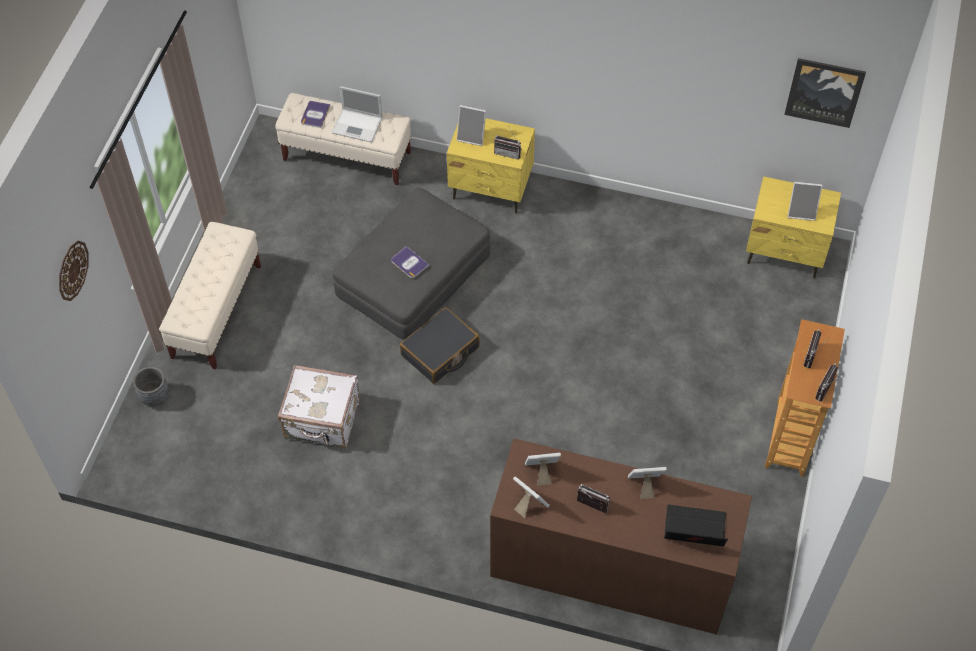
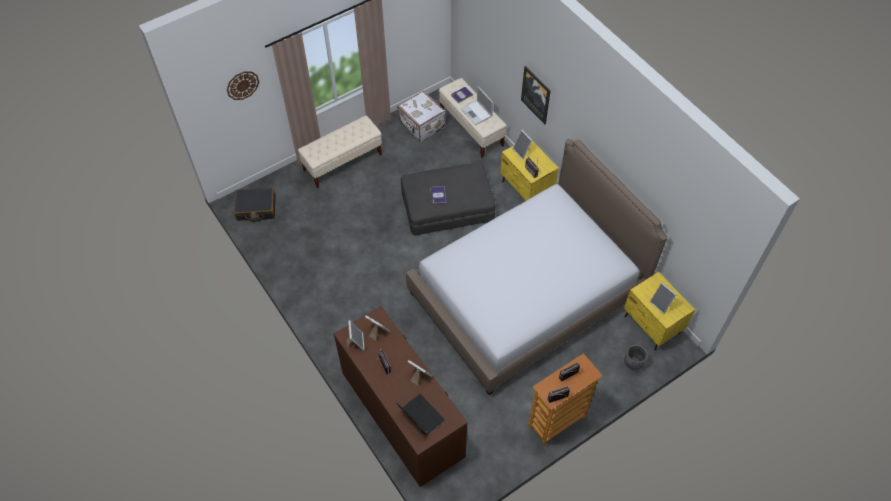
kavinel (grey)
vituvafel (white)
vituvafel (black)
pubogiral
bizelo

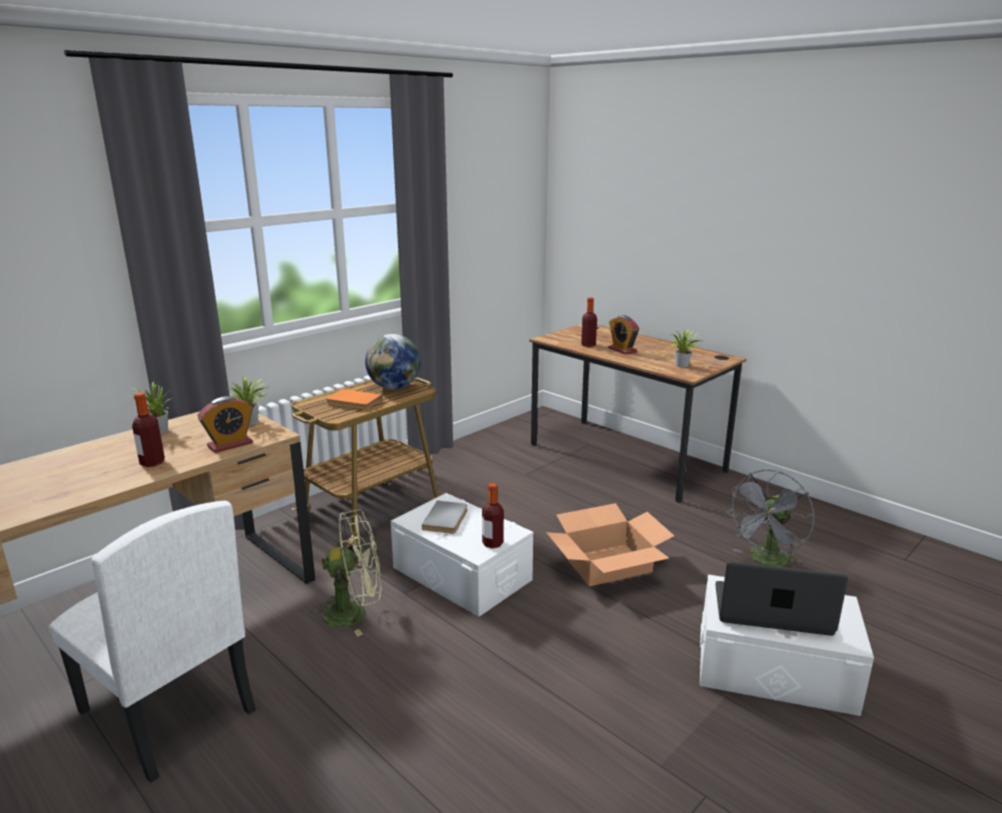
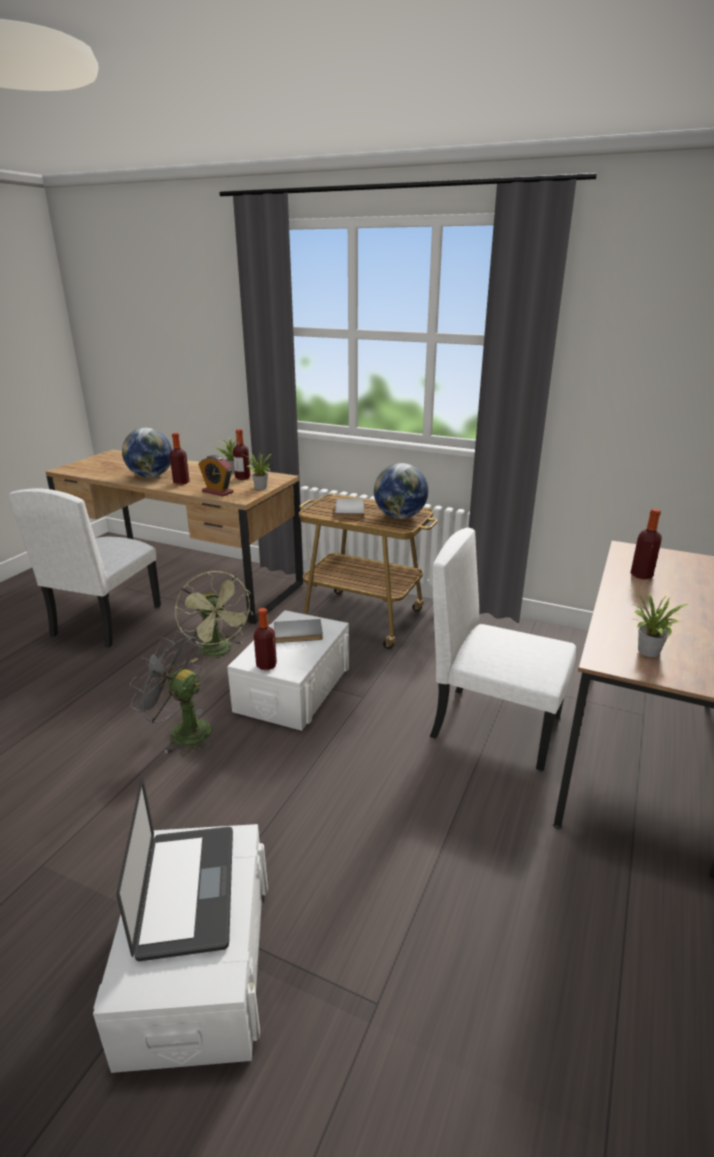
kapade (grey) (no. 2 from left)
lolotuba
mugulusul (no. 2 from left in the first image)
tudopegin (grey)
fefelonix (no. 1 from left)
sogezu (no. 2 from left)
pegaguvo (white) (no. 2 from left)

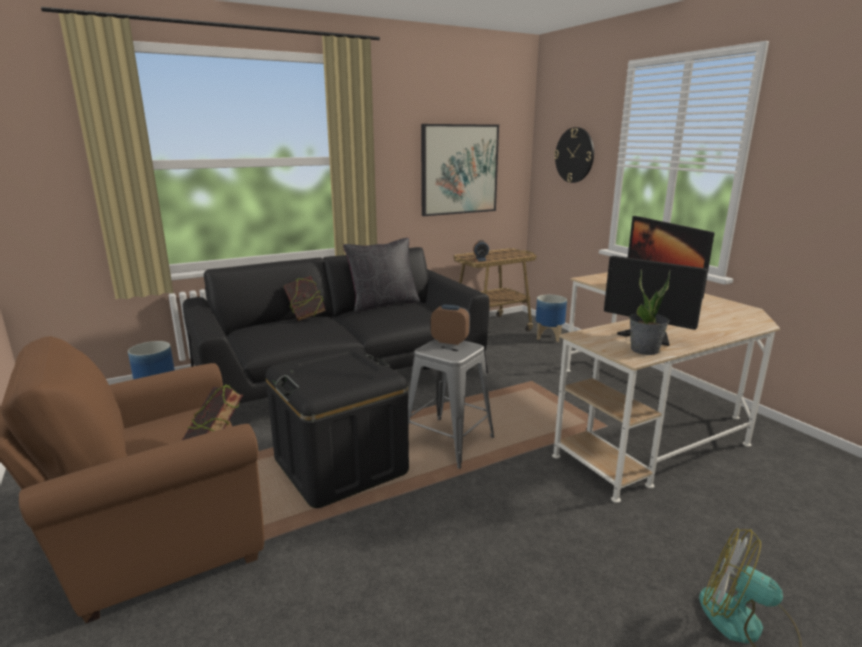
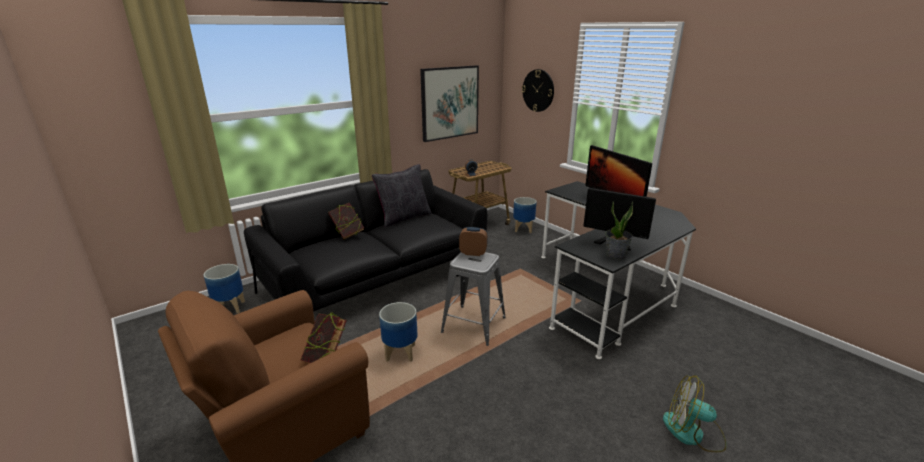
kavinel (no. 2 from left)
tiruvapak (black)

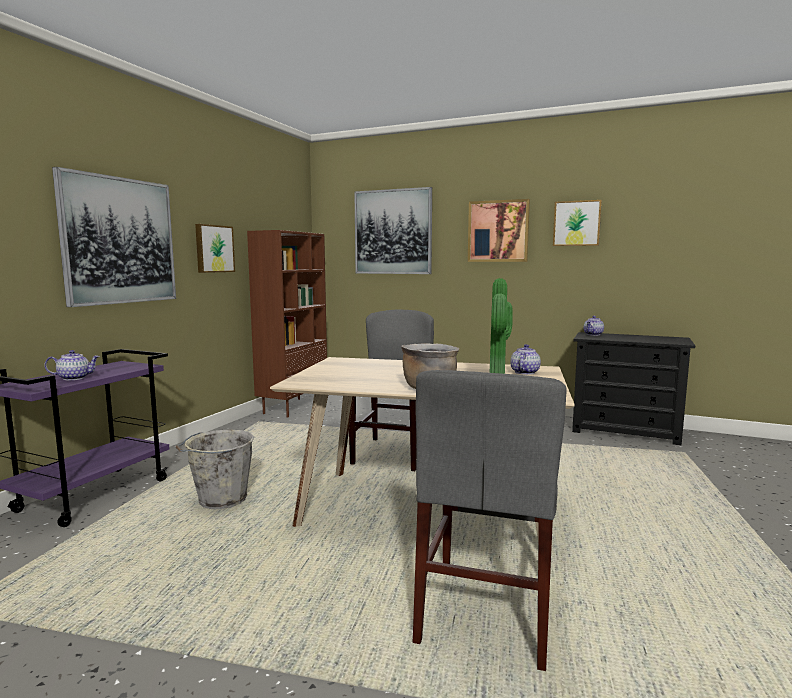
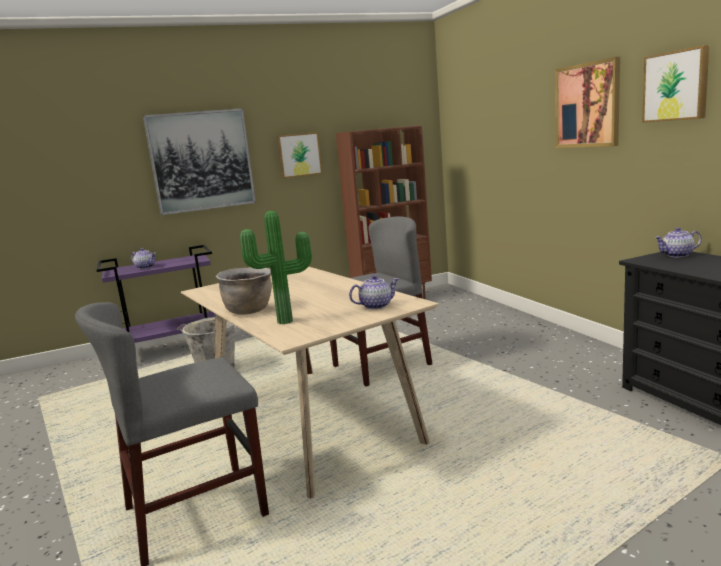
pubogiral (no. 3 from left in the first image)

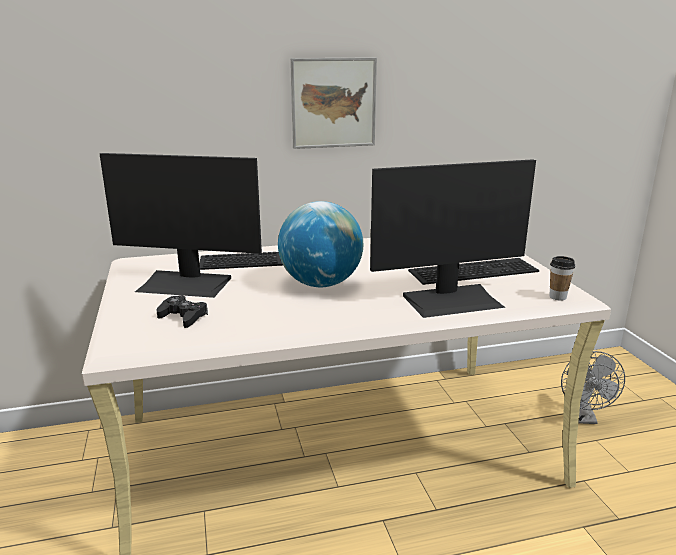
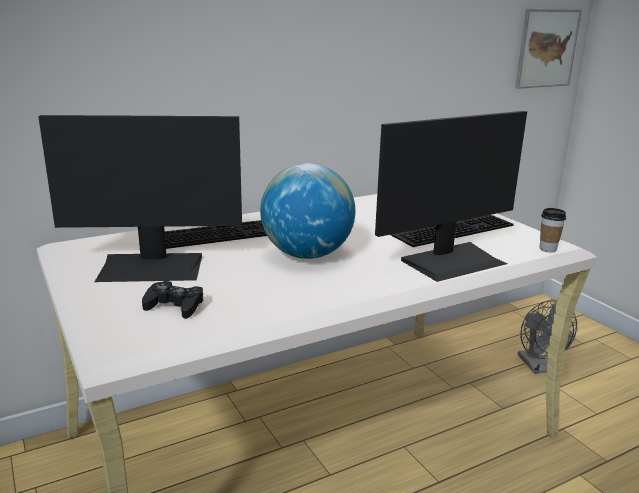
pubogiral

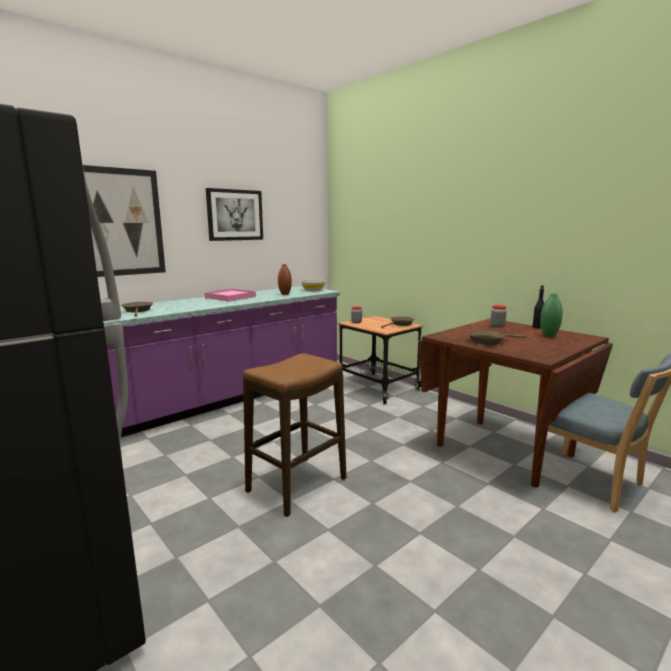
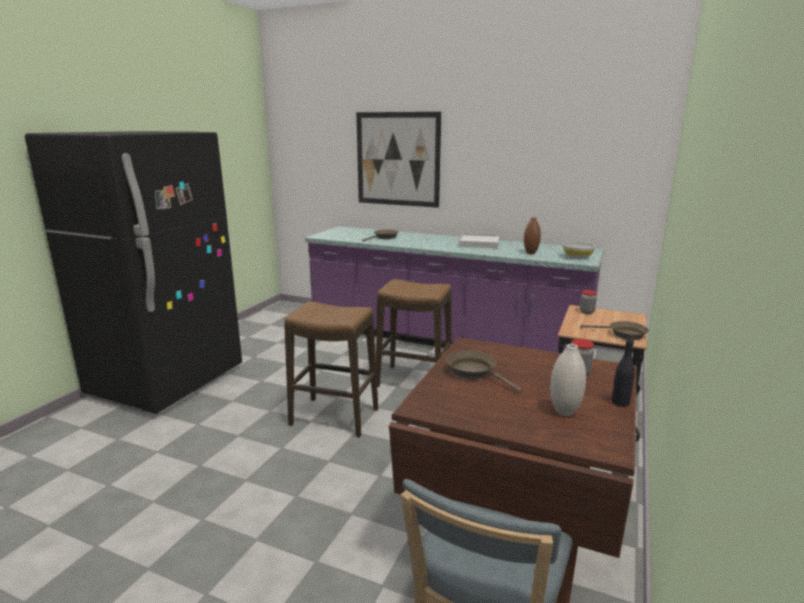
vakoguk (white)
pubogiral (no. 2 from left in the first image)
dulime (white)
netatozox (no. 2 from left)

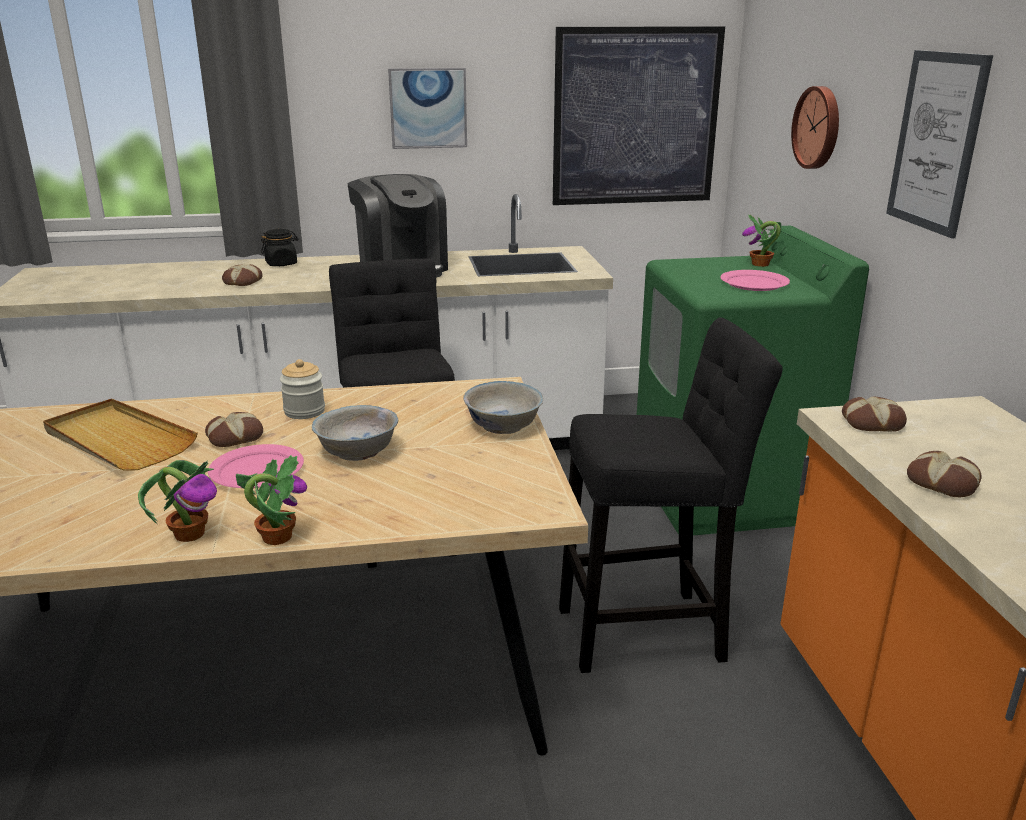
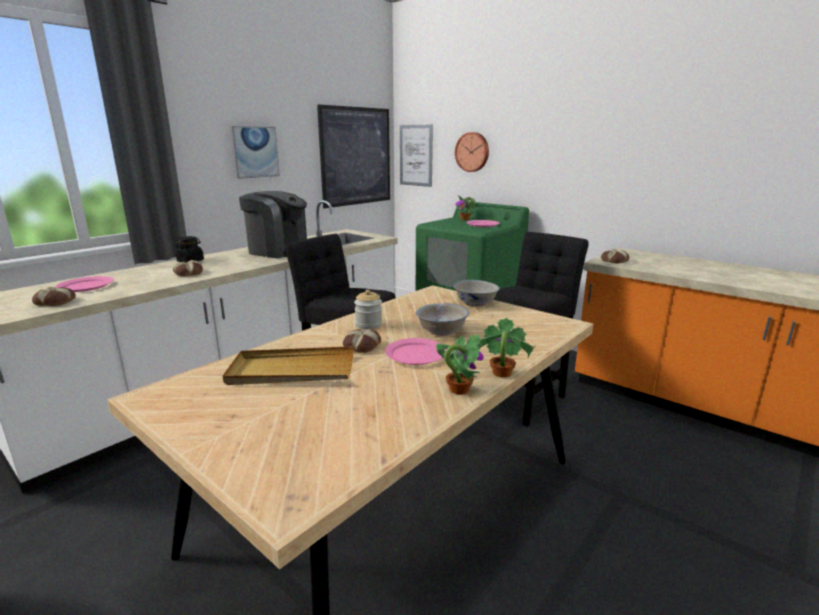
pubogiral (no. 3 from left)
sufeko (no. 1 from left)
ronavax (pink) (no. 1 from left)

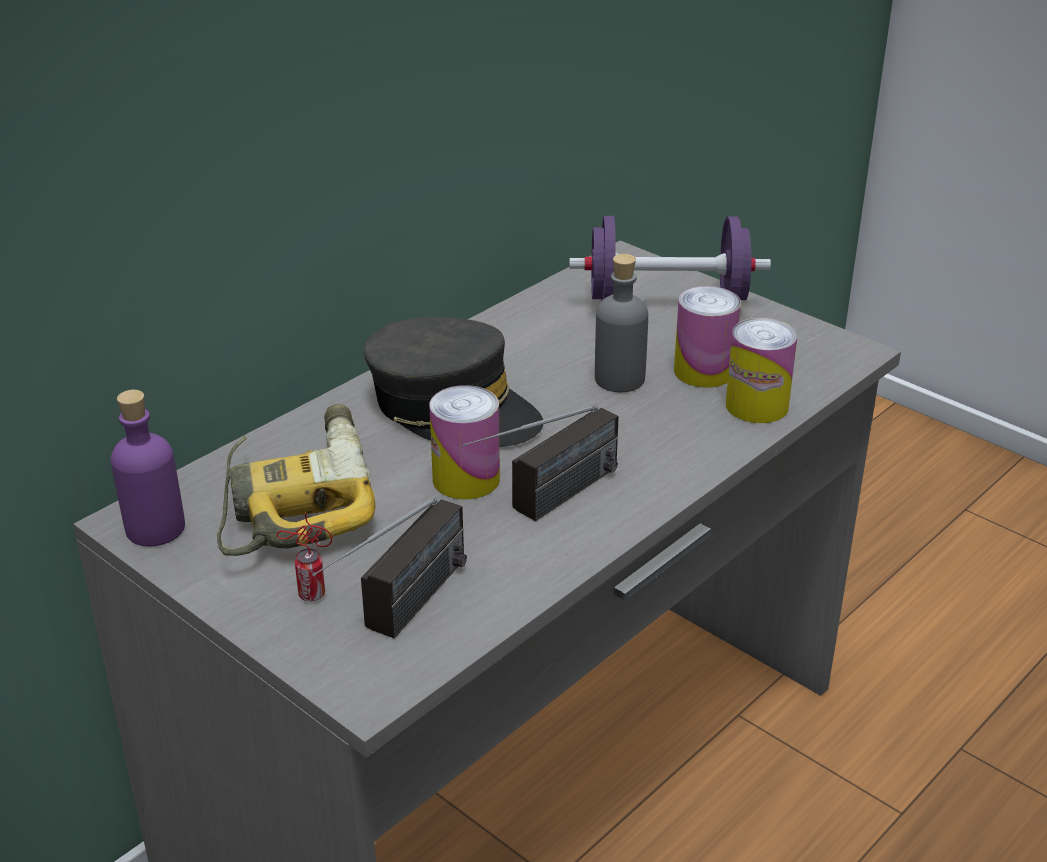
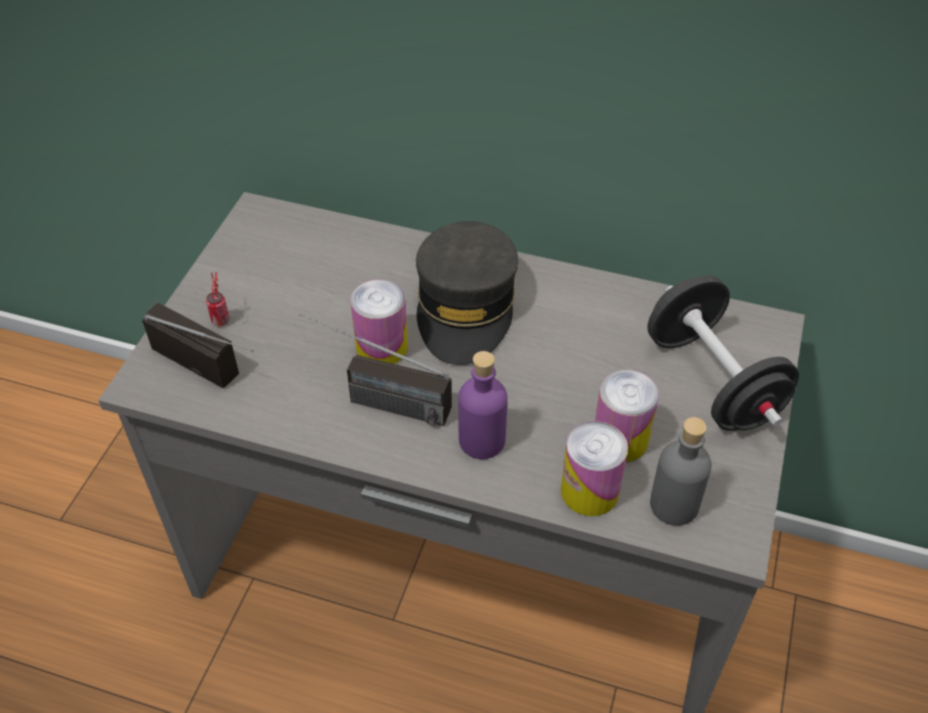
sogezu (purple)
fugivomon
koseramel (no. 1 from left)
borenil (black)
sogezu (grey)

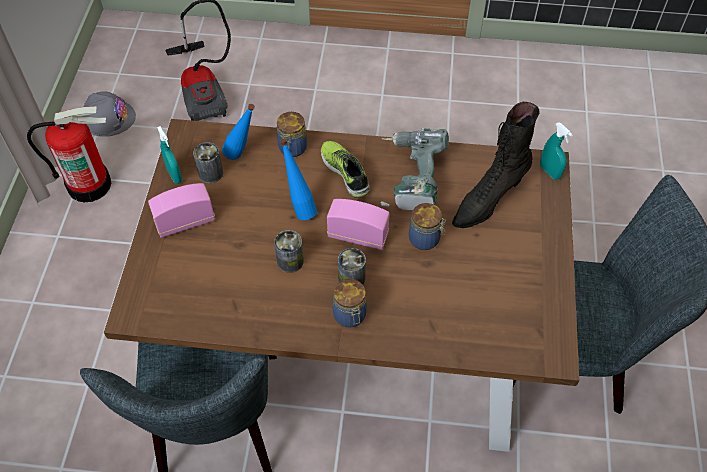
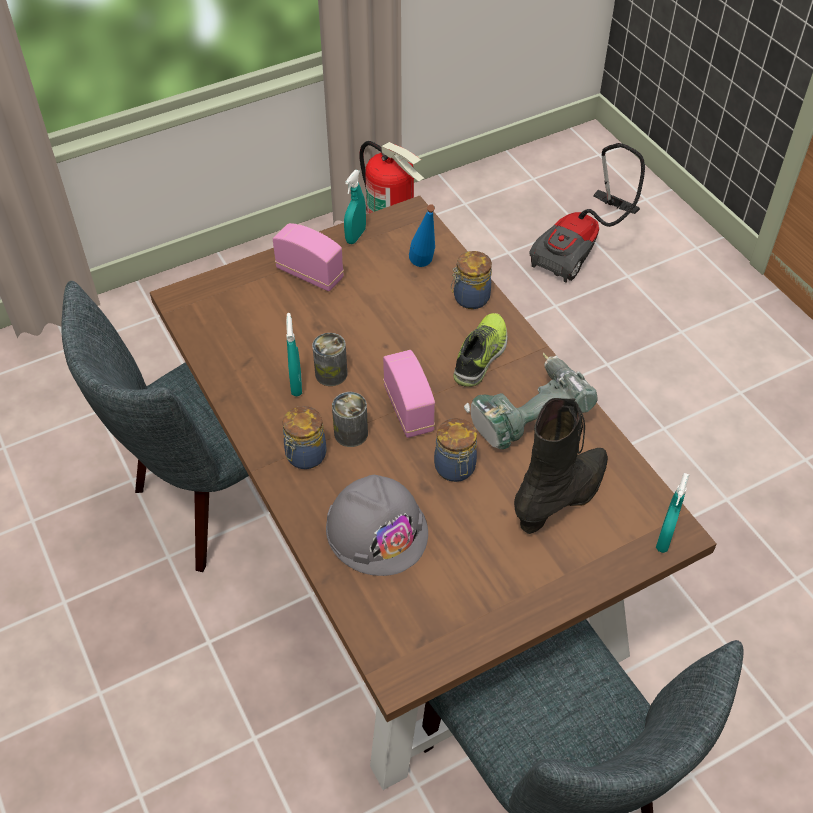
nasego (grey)
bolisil (no. 1 from left in the first image)
sogezu (blue) (no. 2 from left in the first image)
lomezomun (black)
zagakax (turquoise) (no. 1 from left)

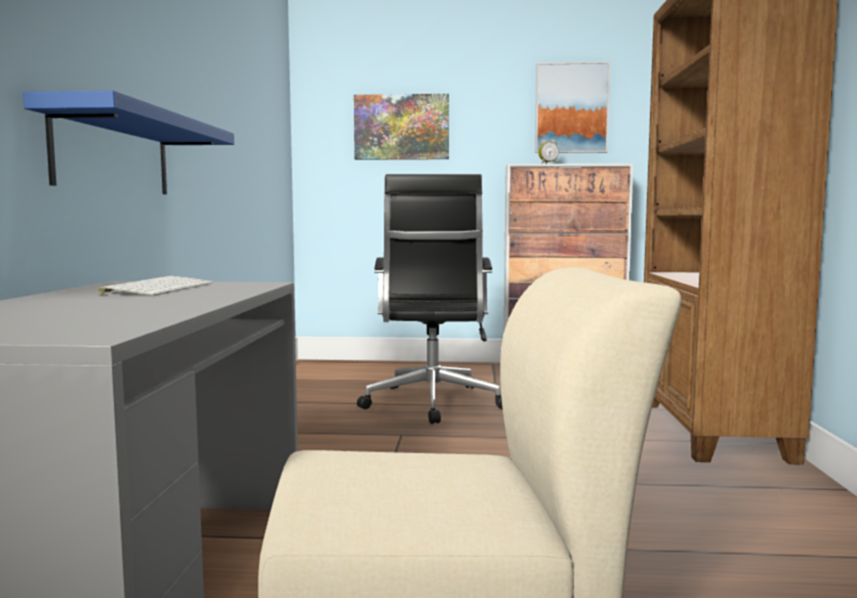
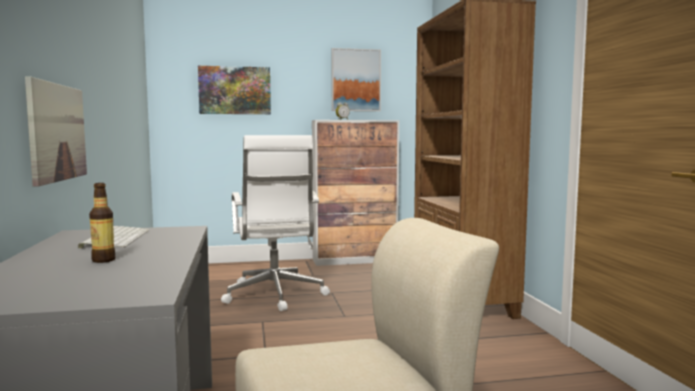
pubogiral (no. 1 from left)
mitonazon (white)
sogezu

